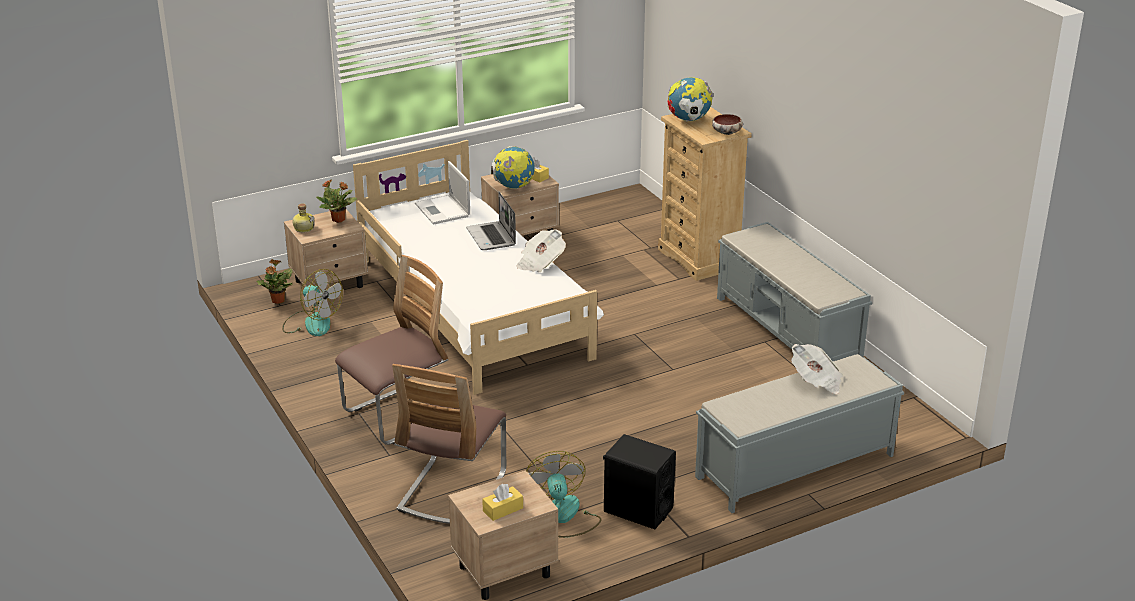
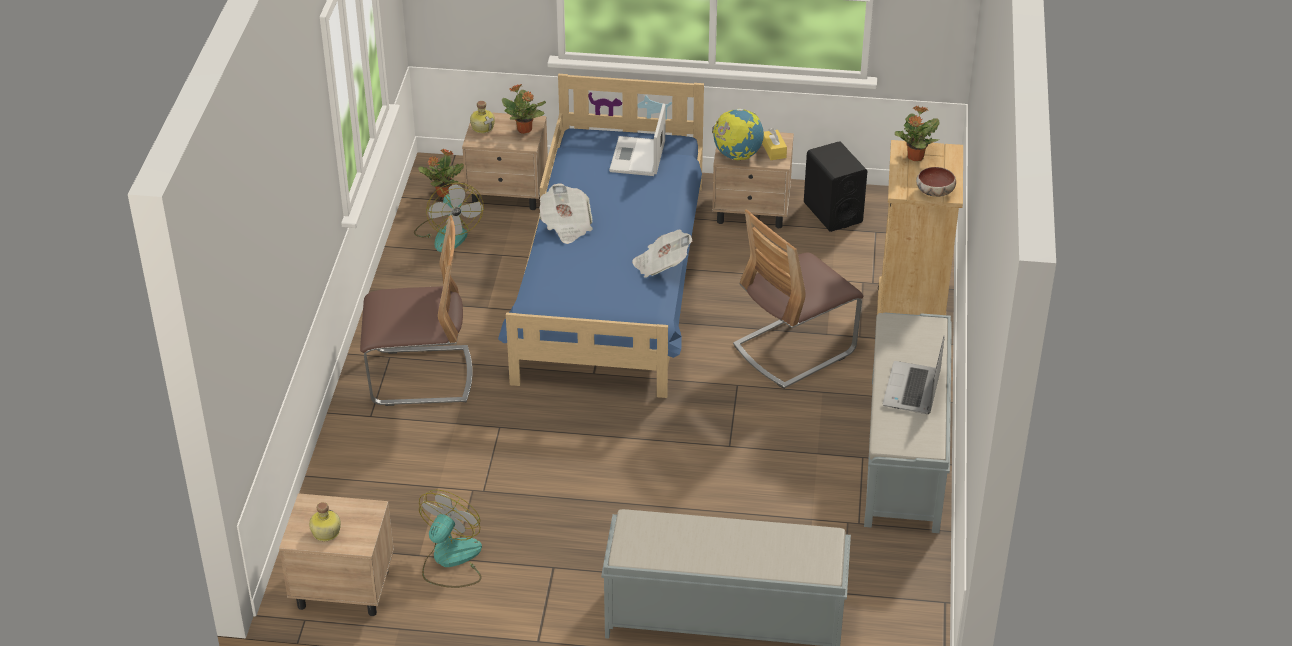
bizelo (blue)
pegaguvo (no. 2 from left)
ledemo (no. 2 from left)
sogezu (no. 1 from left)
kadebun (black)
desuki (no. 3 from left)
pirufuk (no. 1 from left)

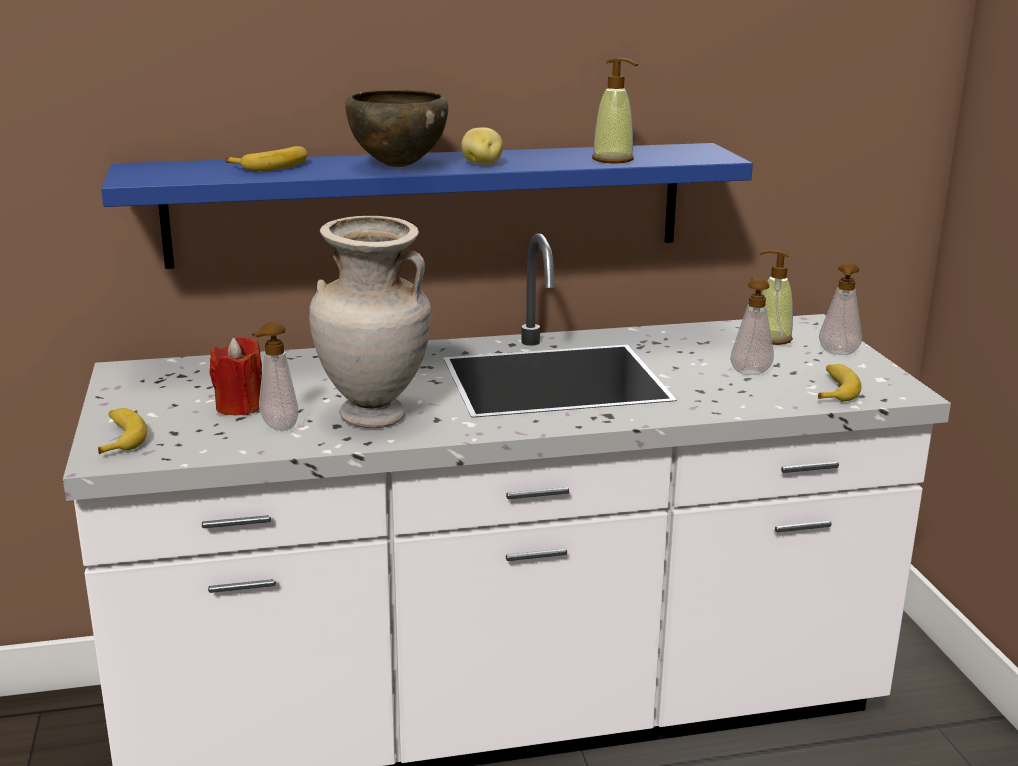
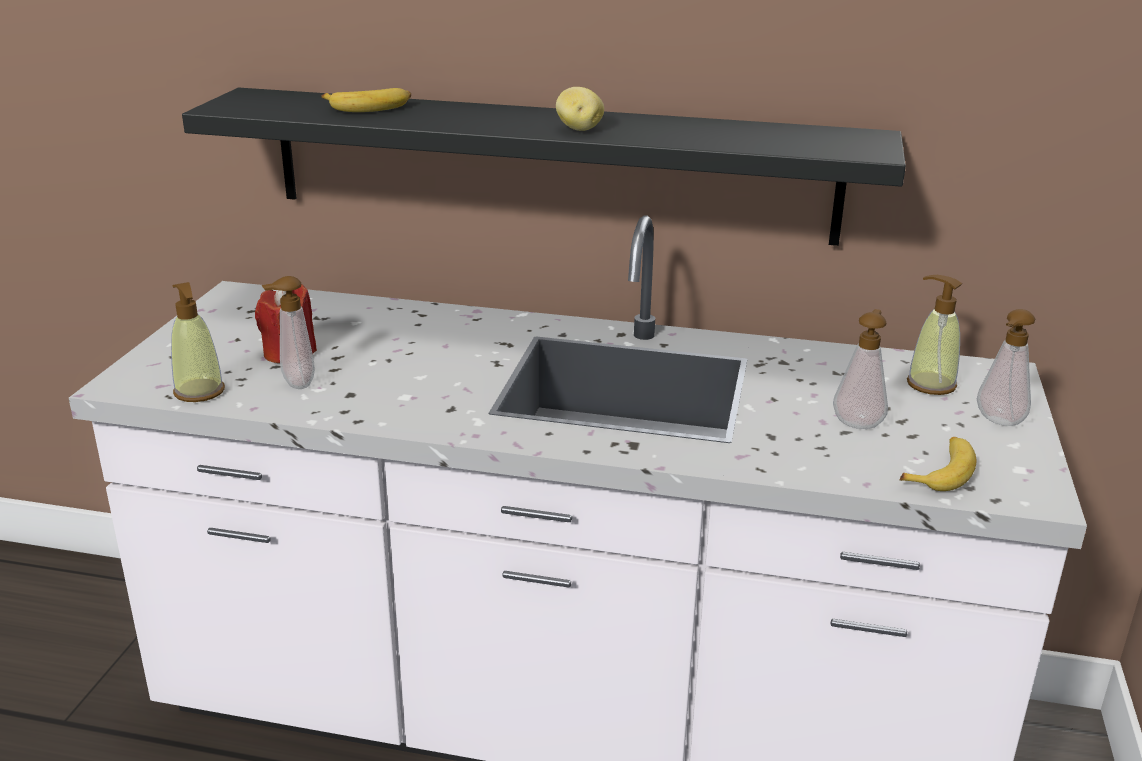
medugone (no. 1 from left in the first image)
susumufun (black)
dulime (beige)
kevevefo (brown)
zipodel (no. 1 from left)

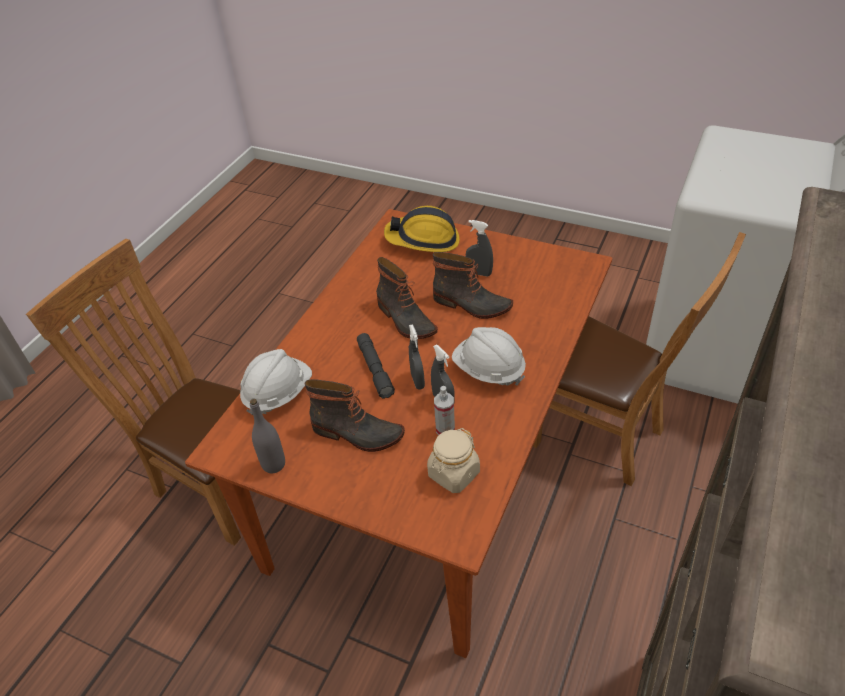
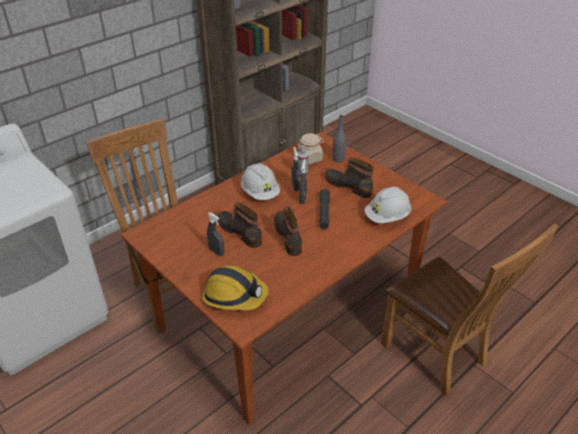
sogezu (grey)

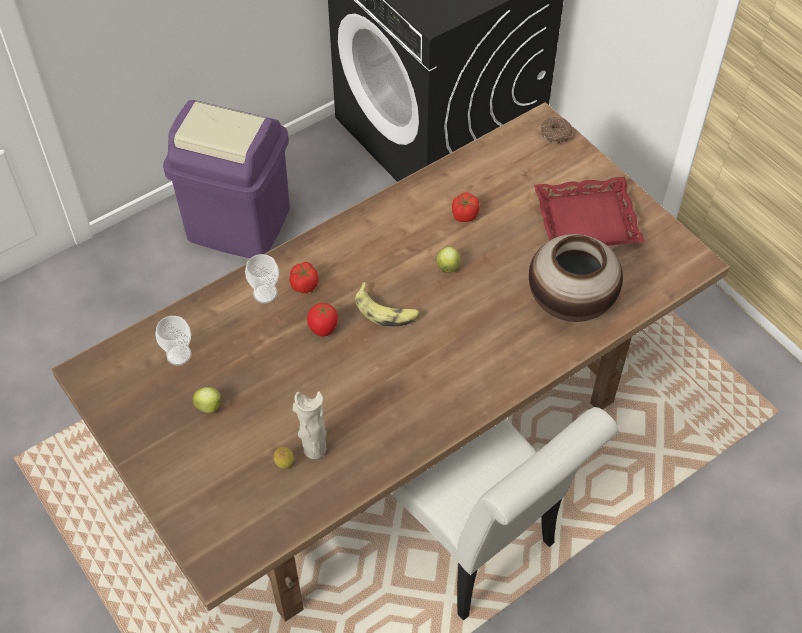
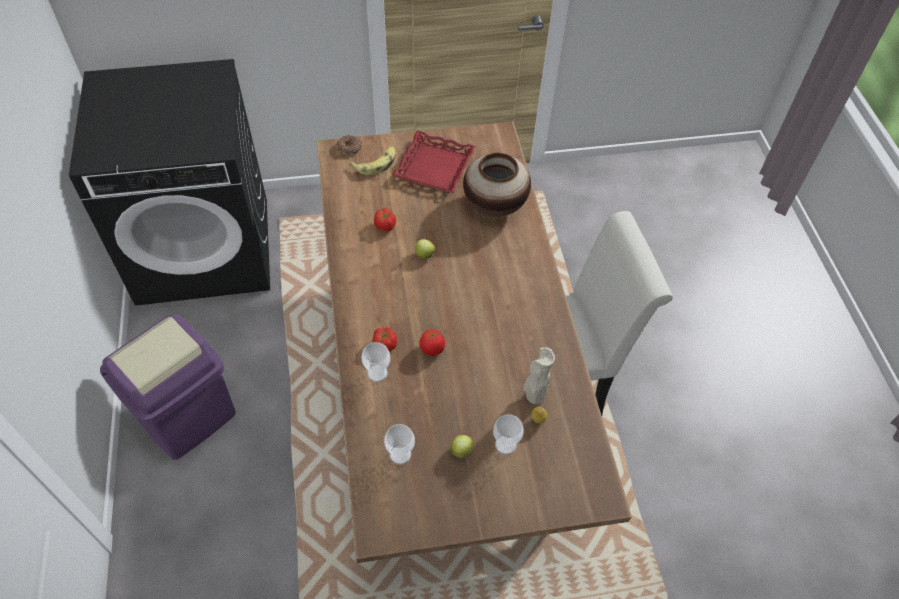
medugone
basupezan (no. 3 from left)

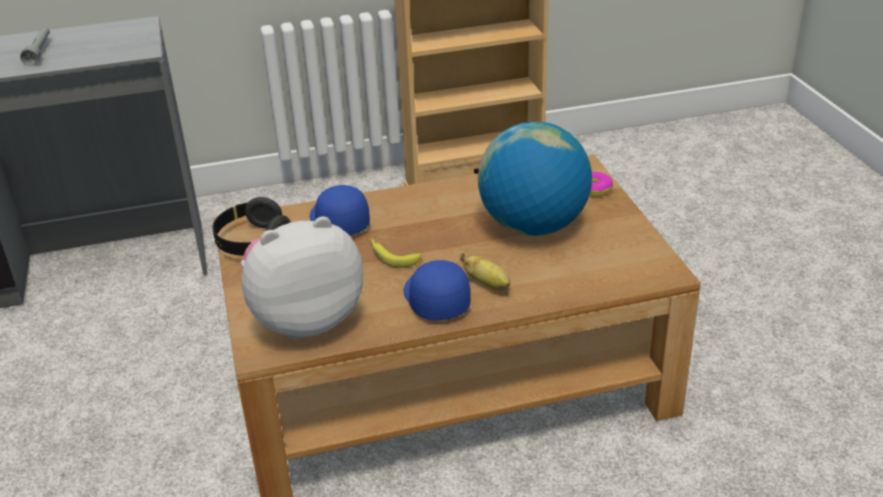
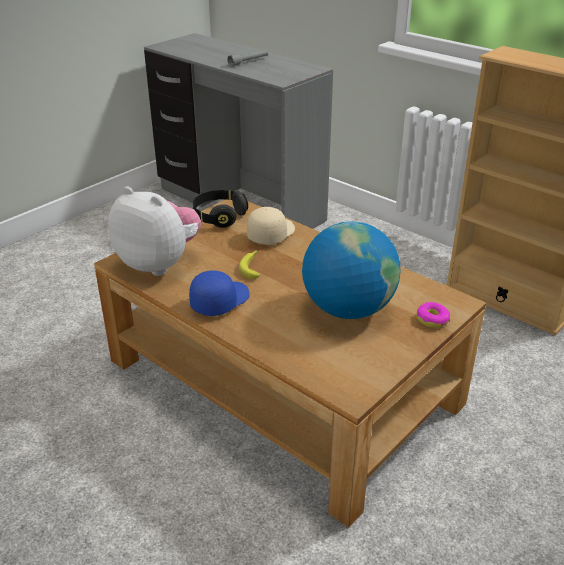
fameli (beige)
medugone (no. 2 from left in the first image)

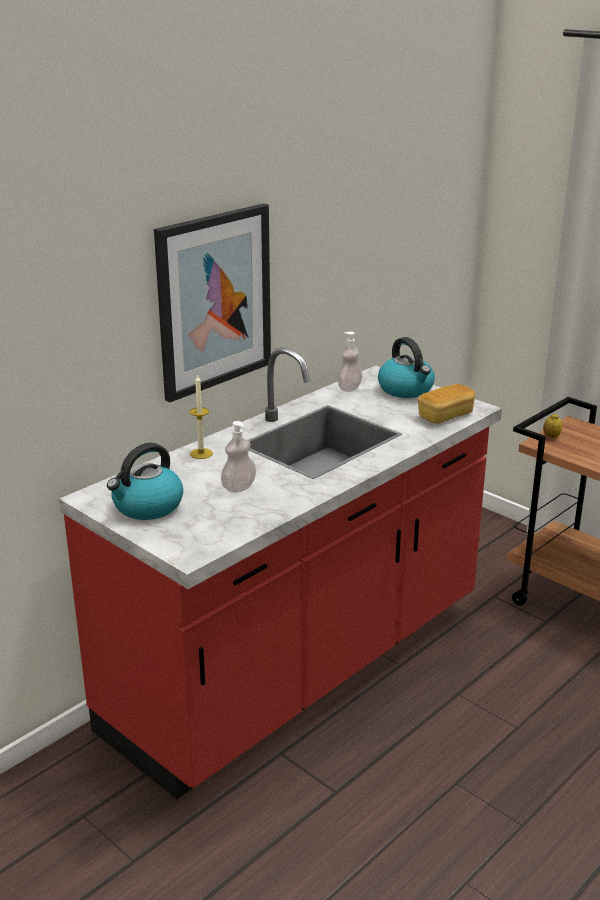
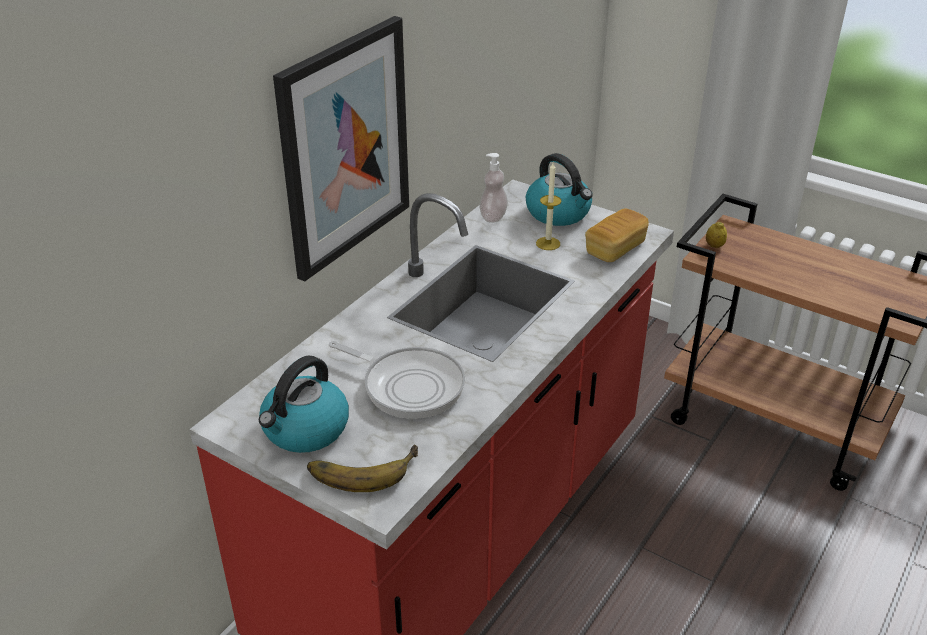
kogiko
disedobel
medugone

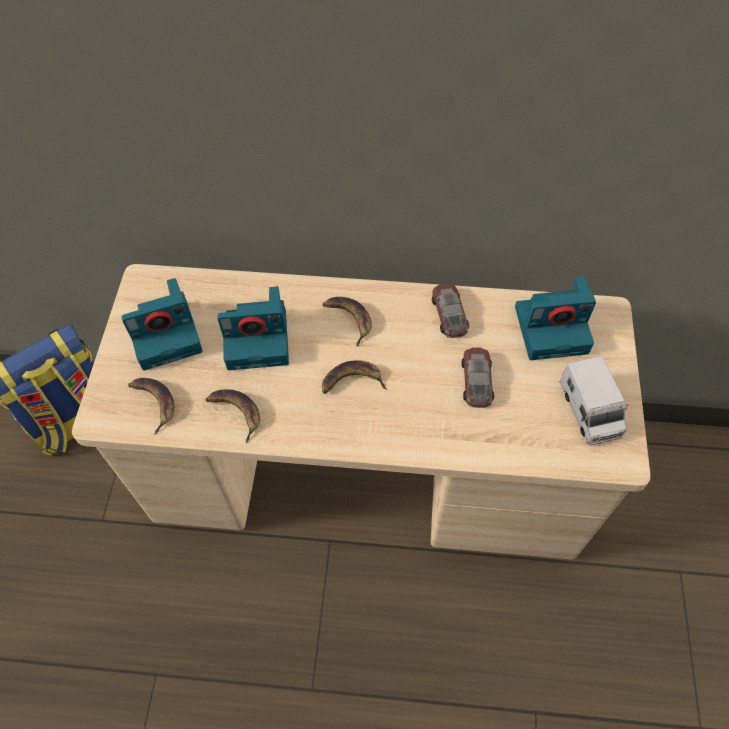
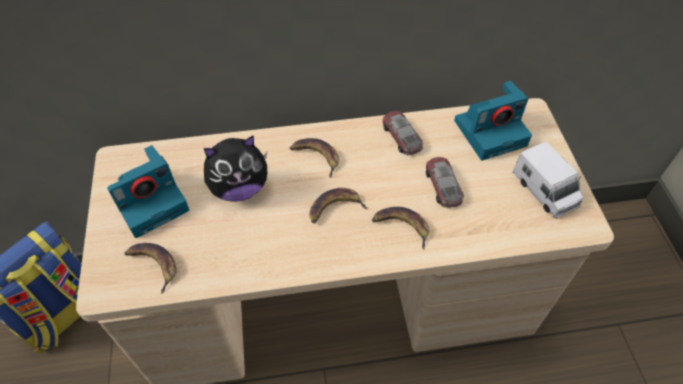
medugone (no. 4 from left)
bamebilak

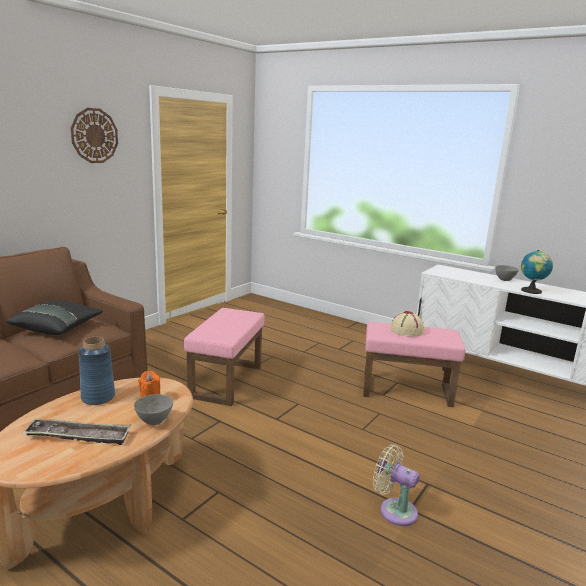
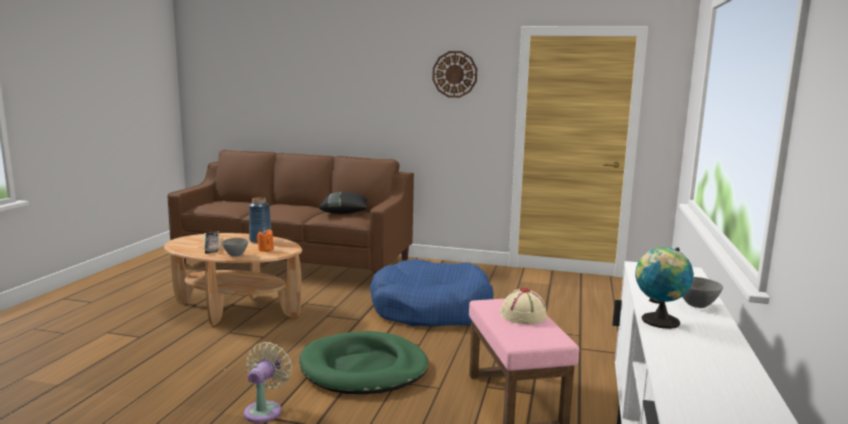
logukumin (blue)
logukumin (green)

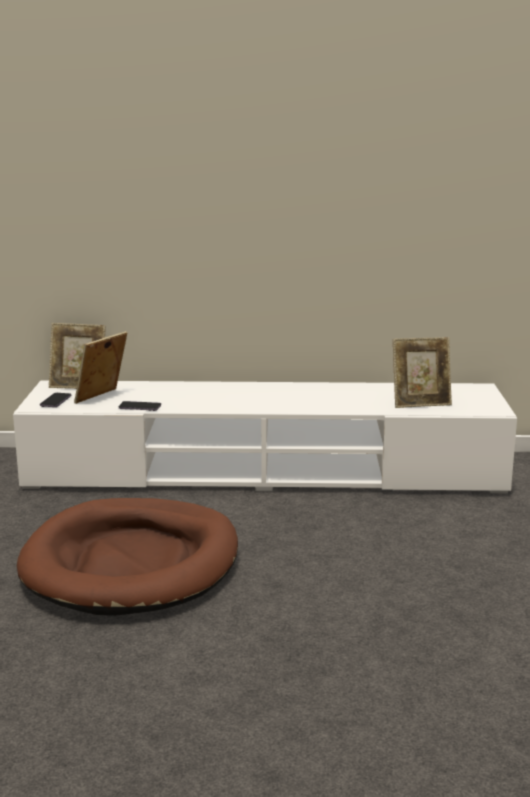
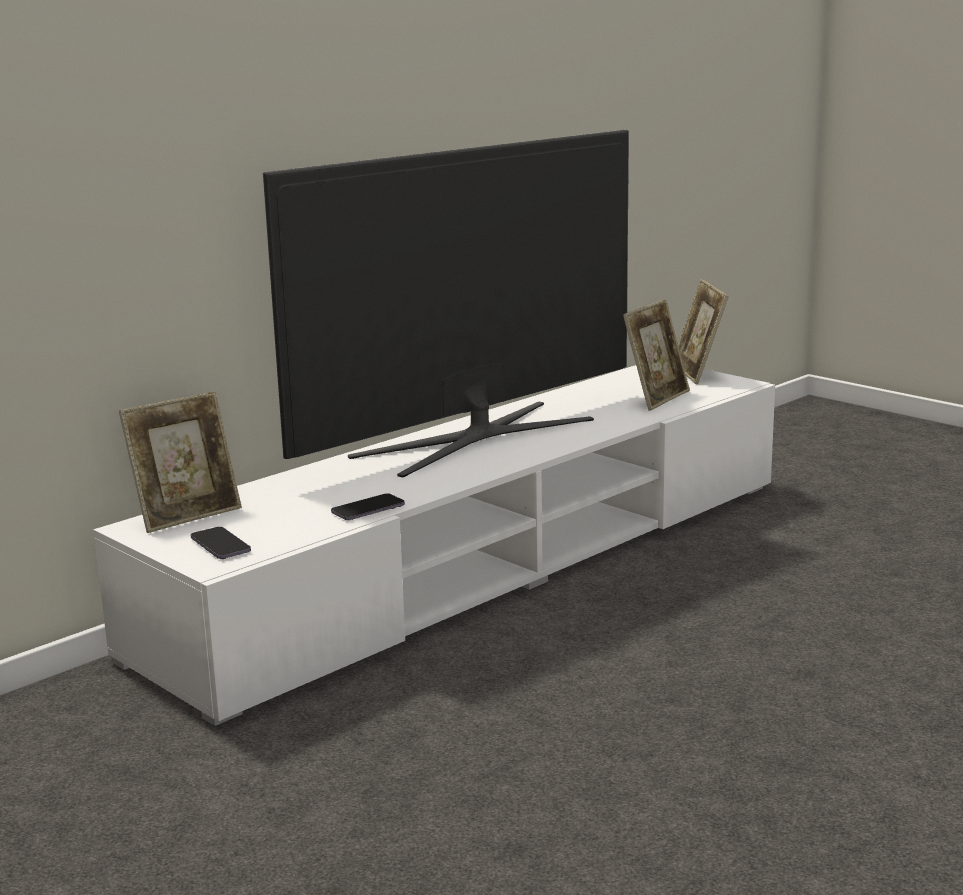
logukumin (brown)
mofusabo (no. 3 from left)
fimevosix

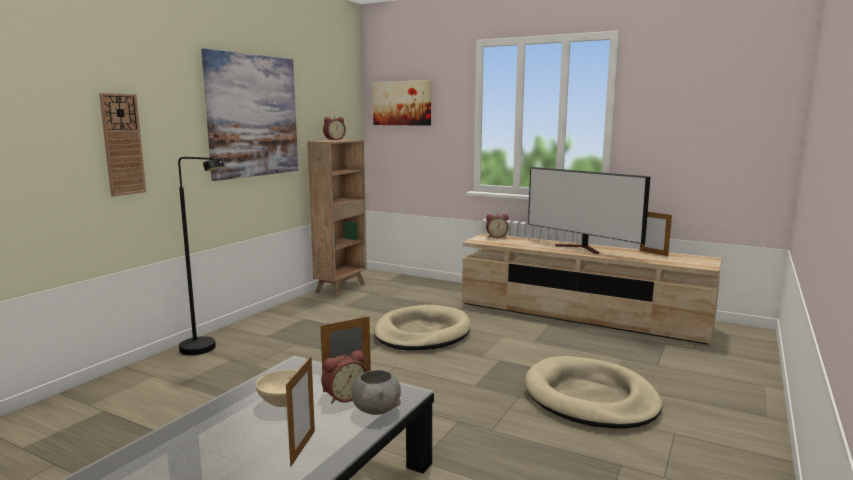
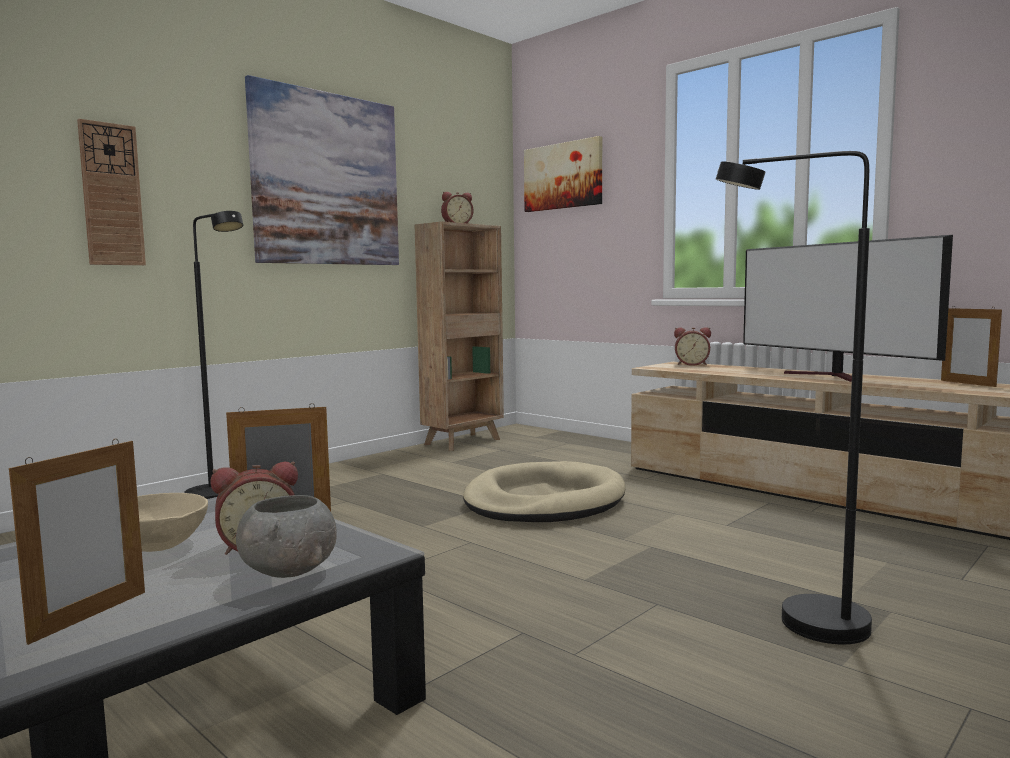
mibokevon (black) (no. 2 from left)

